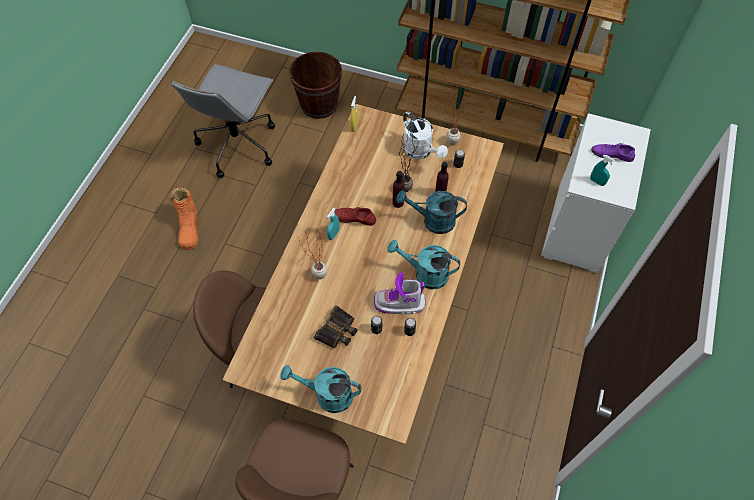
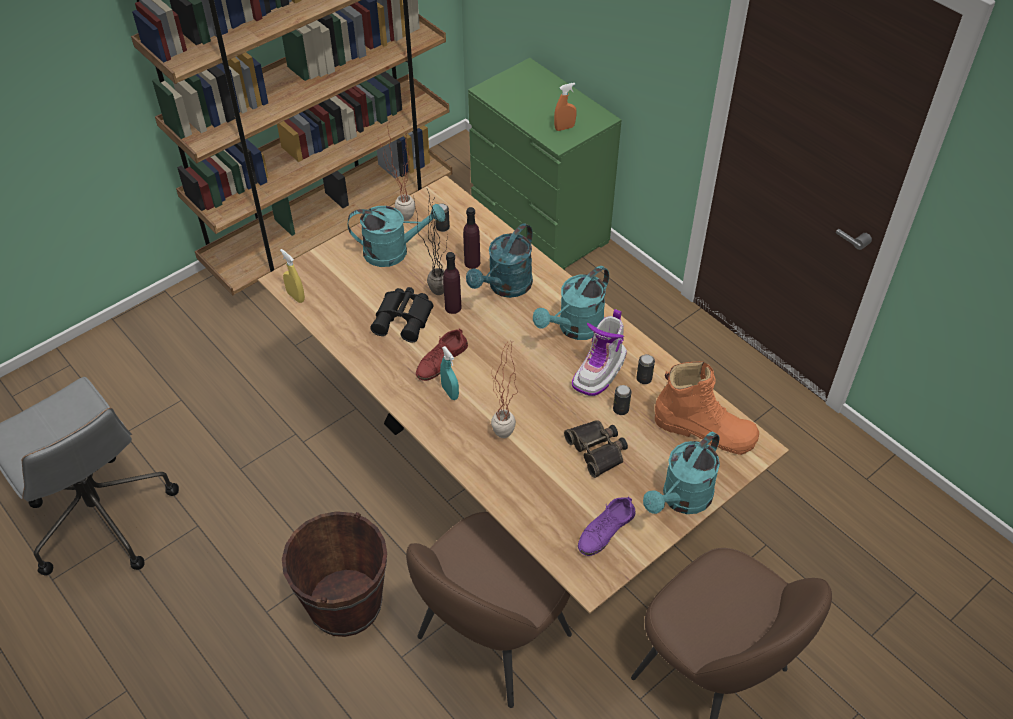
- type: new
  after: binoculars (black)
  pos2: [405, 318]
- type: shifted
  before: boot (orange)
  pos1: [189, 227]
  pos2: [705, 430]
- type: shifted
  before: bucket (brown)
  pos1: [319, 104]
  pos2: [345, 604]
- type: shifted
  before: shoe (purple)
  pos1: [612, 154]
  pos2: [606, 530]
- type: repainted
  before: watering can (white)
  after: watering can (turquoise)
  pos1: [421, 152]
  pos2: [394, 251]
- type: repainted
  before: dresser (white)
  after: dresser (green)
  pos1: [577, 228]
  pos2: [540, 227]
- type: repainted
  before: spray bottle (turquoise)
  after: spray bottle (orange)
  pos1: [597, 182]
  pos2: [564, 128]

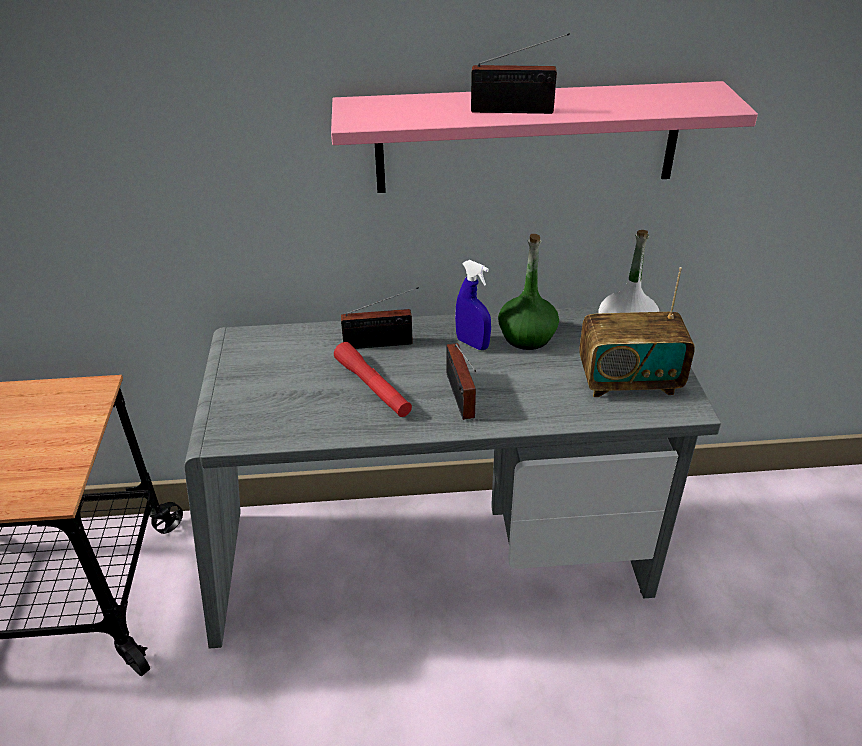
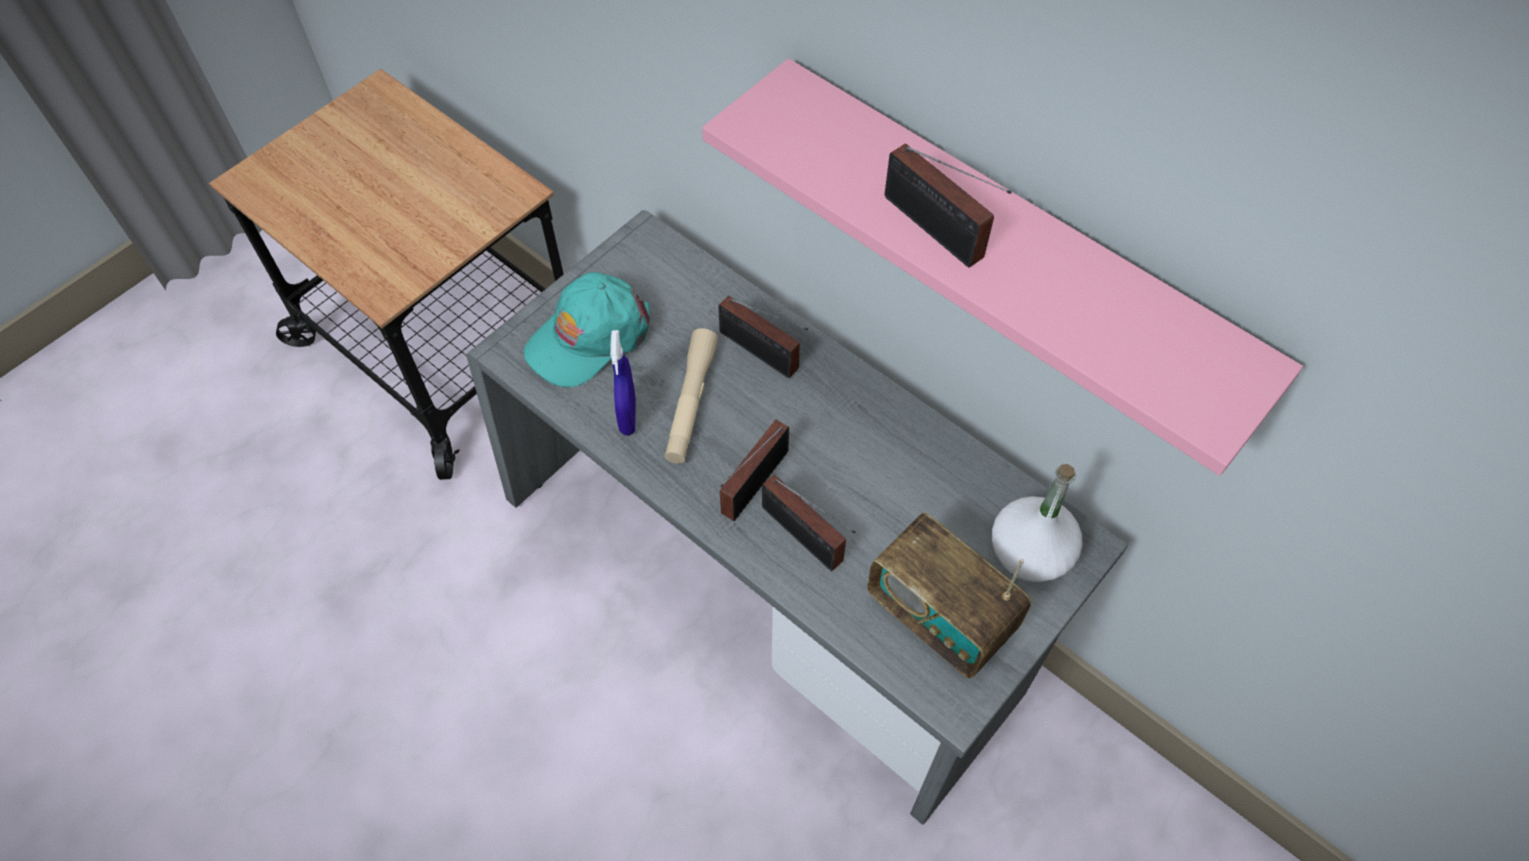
- type: gone
  before: bottle (green)
  pos1: [527, 337]
- type: new
  after: cap (turquoise)
  pos2: [588, 337]
- type: new
  after: radio
  pos2: [805, 539]
- type: shifted
  before: spray bottle (blue)
  pos1: [472, 344]
  pos2: [628, 416]
- type: repainted
  before: flashlight (red)
  after: flashlight (beige)
  pos1: [372, 387]
  pos2: [691, 402]

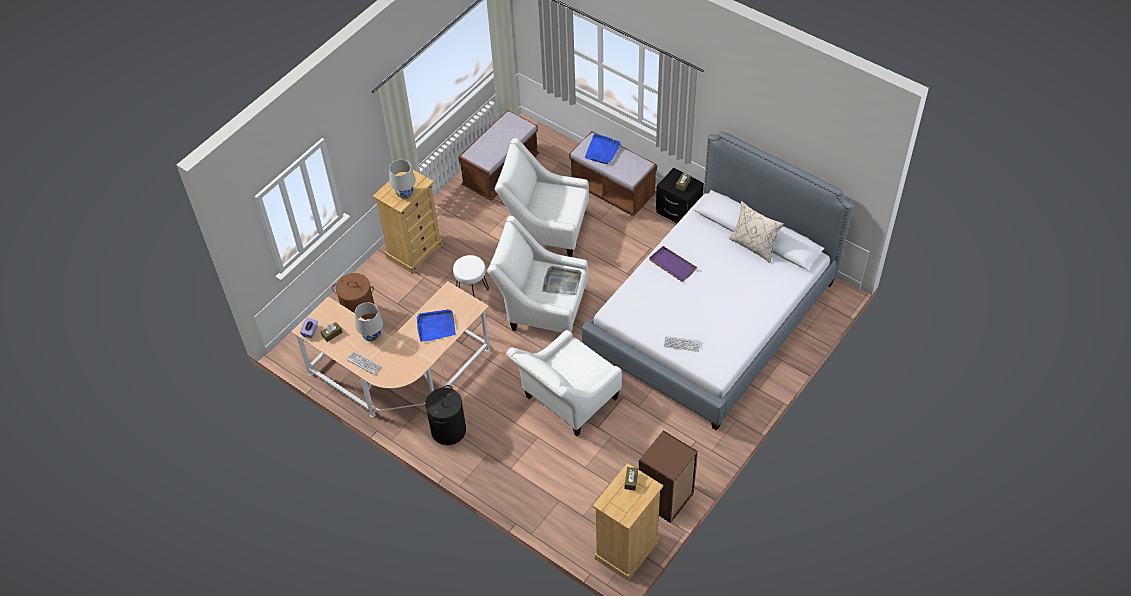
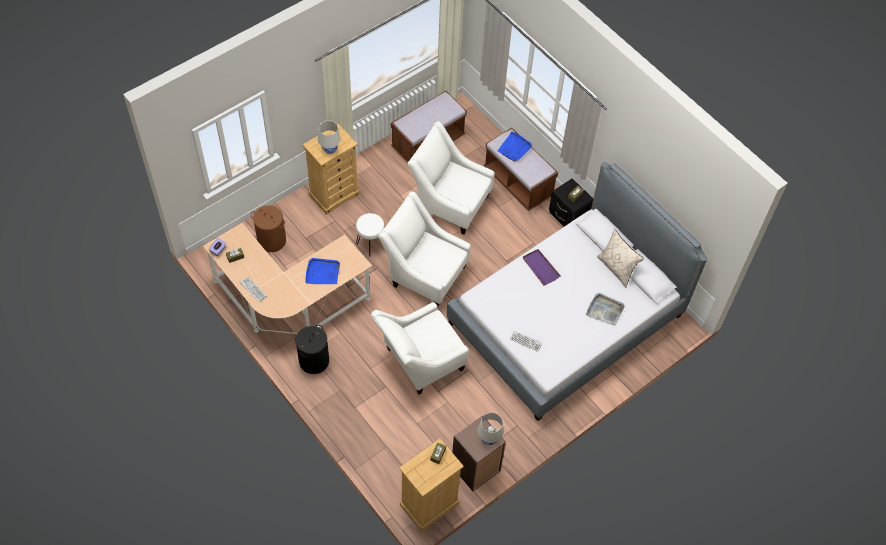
- type: shifted
  before: table lamp (white)
  pos1: [372, 335]
  pos2: [489, 438]
- type: shifted
  before: tray (grey)
  pos1: [561, 282]
  pos2: [604, 310]

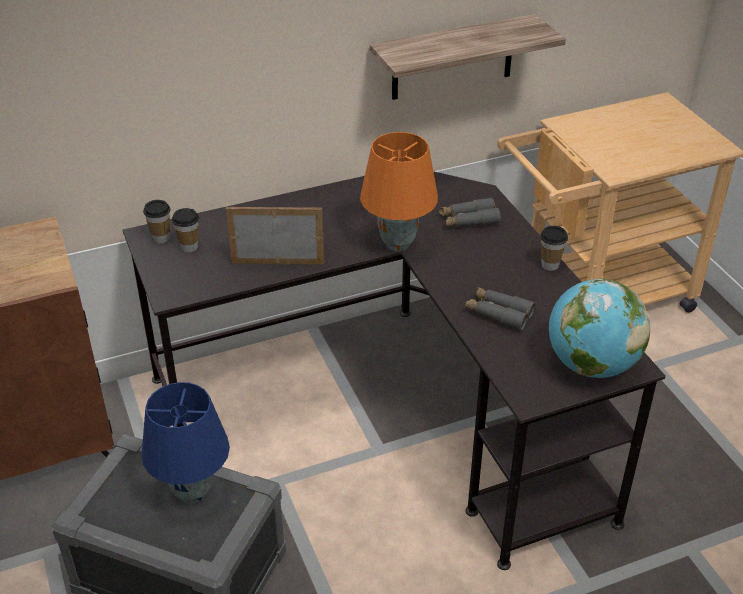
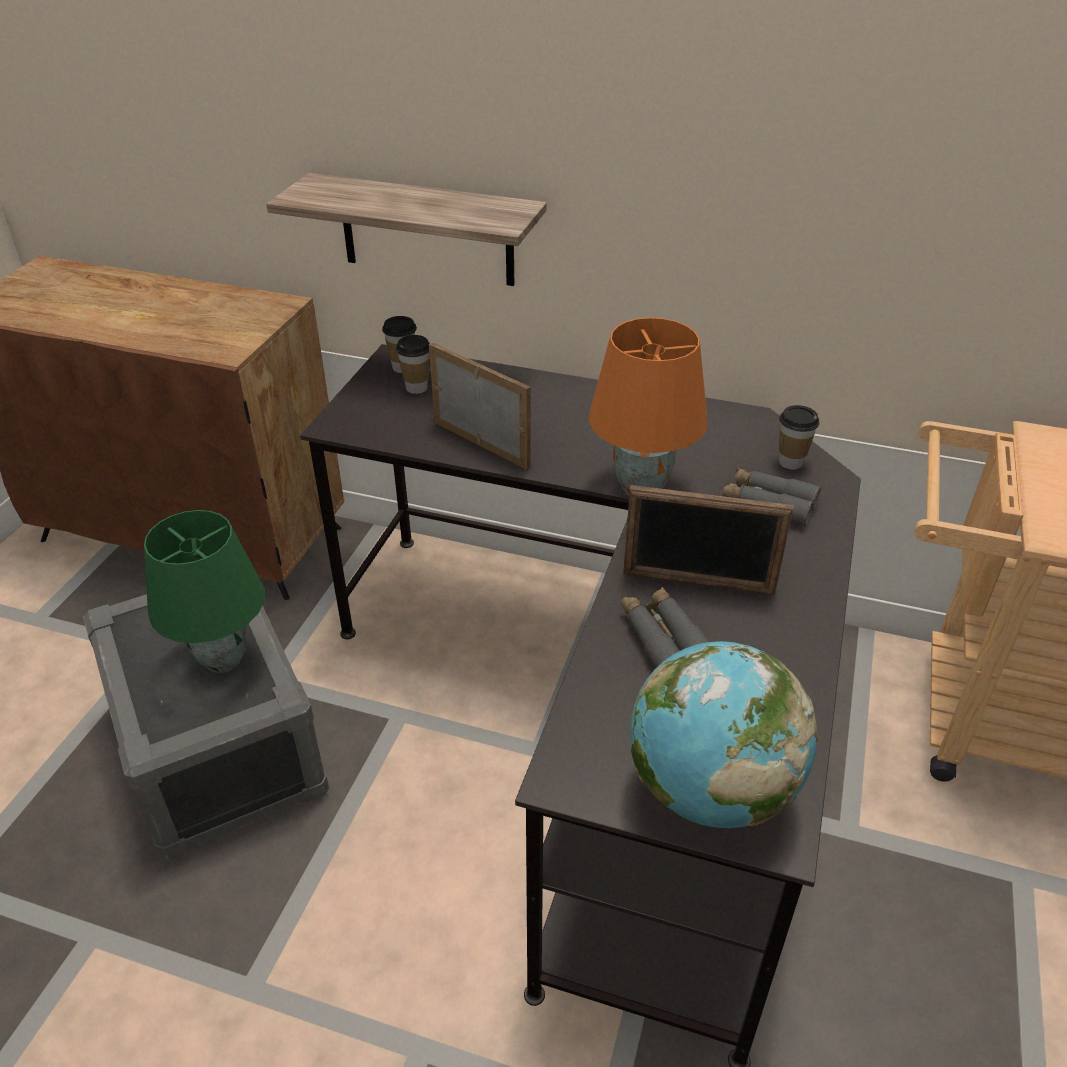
- type: new
  after: picture frame
  pos2: [698, 583]
- type: shifted
  before: shelf
  pos1: [452, 58]
  pos2: [427, 230]
- type: shifted
  before: cup
  pos1: [550, 265]
  pos2: [790, 462]
- type: repainted
  before: table lamp (blue)
  after: table lamp (green)
  pos1: [193, 493]
  pos2: [224, 661]

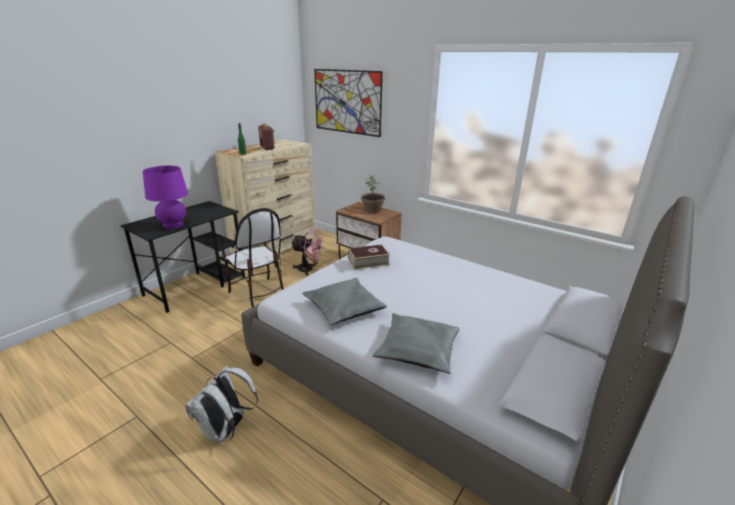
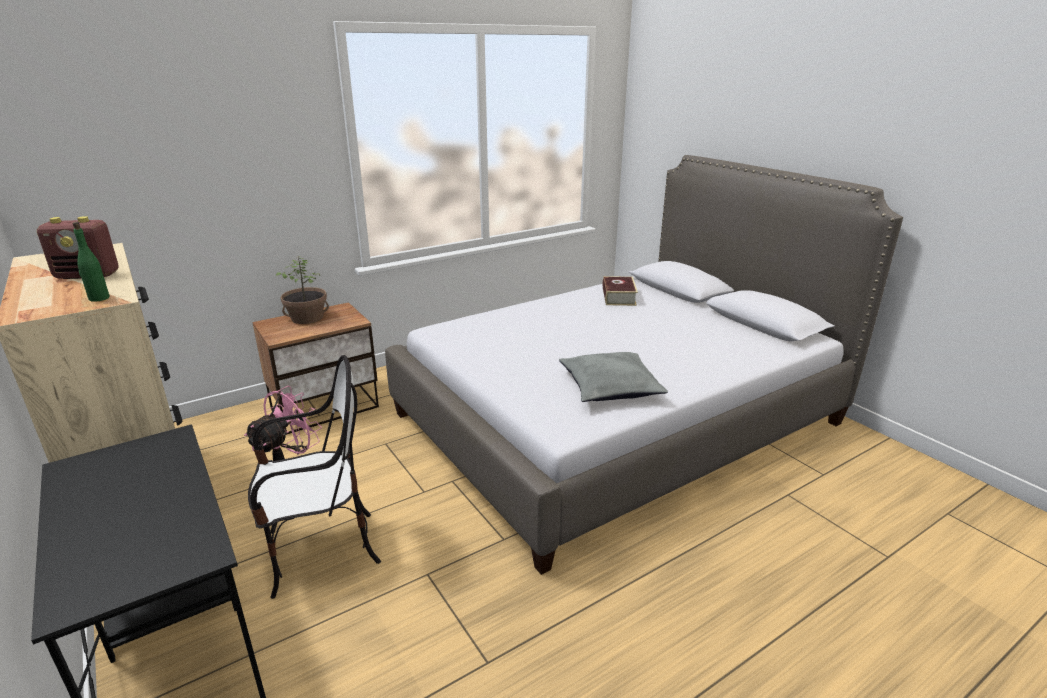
- type: gone
  before: table lamp (purple)
  pos1: [173, 225]
- type: gone
  before: backpack (white)
  pos1: [226, 430]
- type: gone
  before: picture
  pos1: [347, 102]
- type: gone
  before: pillow (grey)
  pos1: [417, 350]
- type: shifted
  before: book
  pos1: [368, 261]
  pos2: [618, 297]

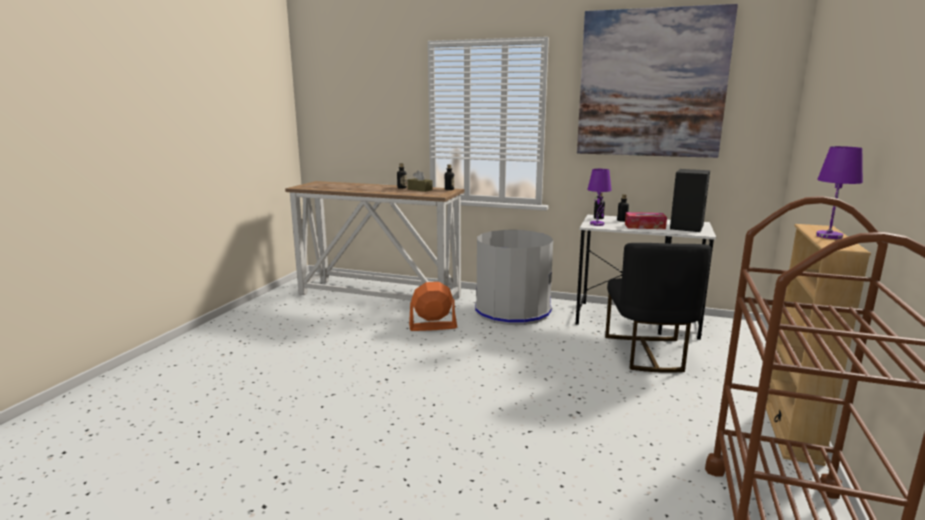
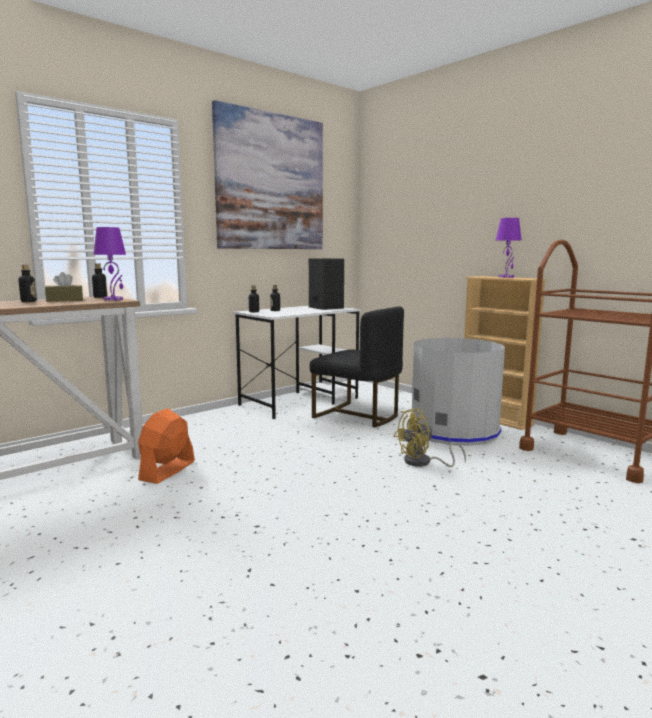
- type: gone
  before: tissue box
  pos1: [644, 226]
- type: new
  after: fan (yellow)
  pos2: [423, 462]
- type: shifted
  before: trash can (grey)
  pos1: [512, 310]
  pos2: [453, 430]
- type: shifted
  before: table lamp (purple)
  pos1: [597, 224]
  pos2: [114, 299]

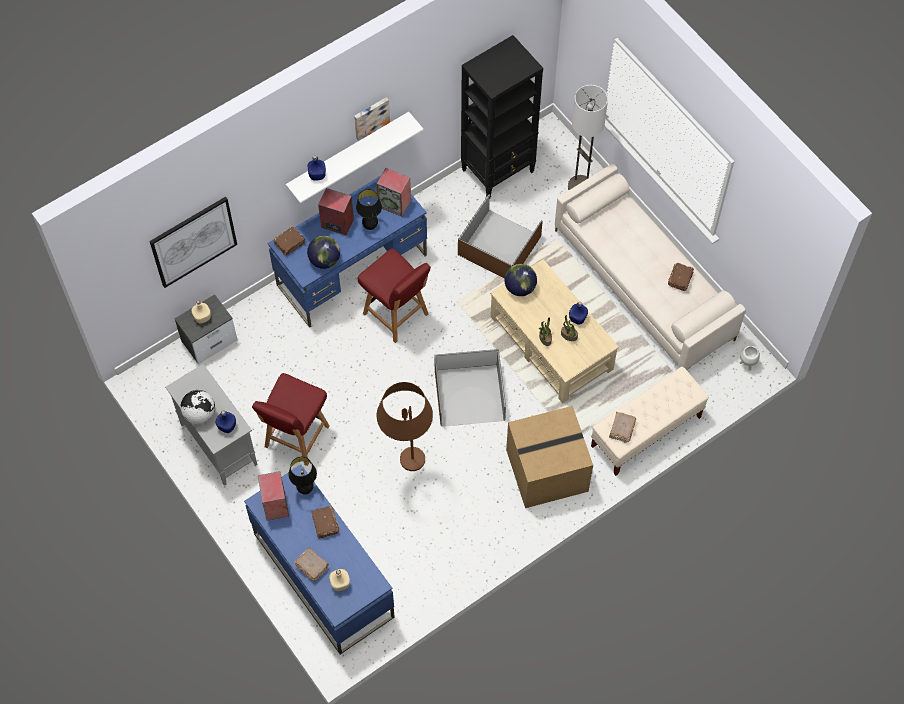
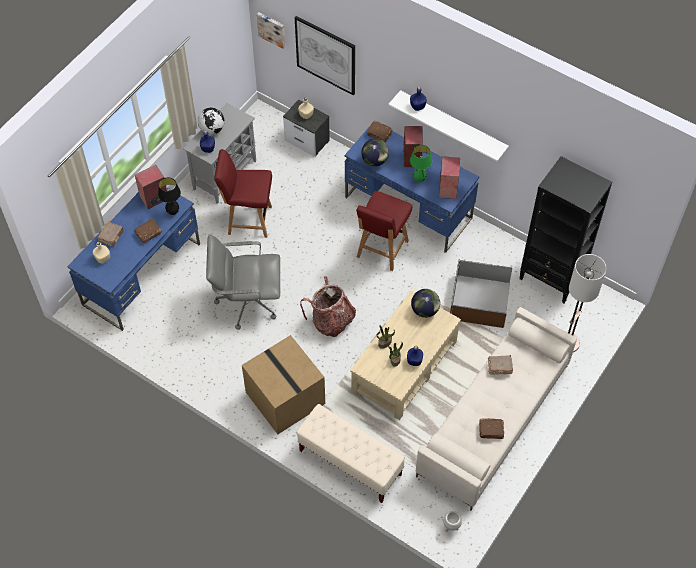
- type: shifted
  before: picture
  pos1: [371, 117]
  pos2: [272, 29]
- type: shifted
  before: book (brown)
  pos1: [621, 430]
  pos2: [499, 367]
- type: swapped
  before: floor lamp (brown)
  after: office chair (grey)
  pos1: [408, 472]
  pos2: [247, 301]
- type: swapped
  before: storage box (brown)
  after: backpack
  pos1: [468, 395]
  pos2: [331, 321]
- type: repainted
  before: table lamp (black)
  after: table lamp (green)
  pos1: [370, 226]
  pos2: [419, 180]

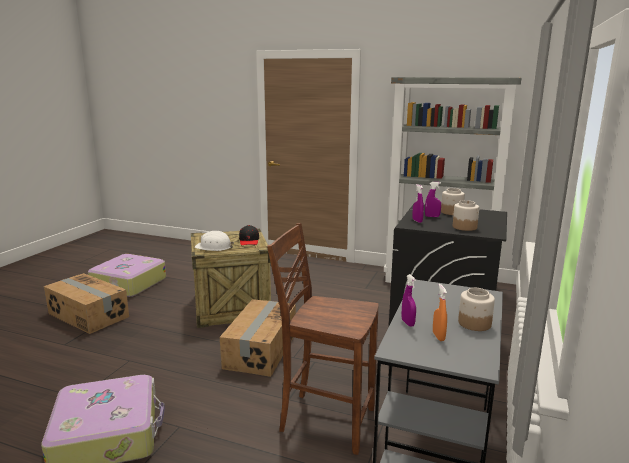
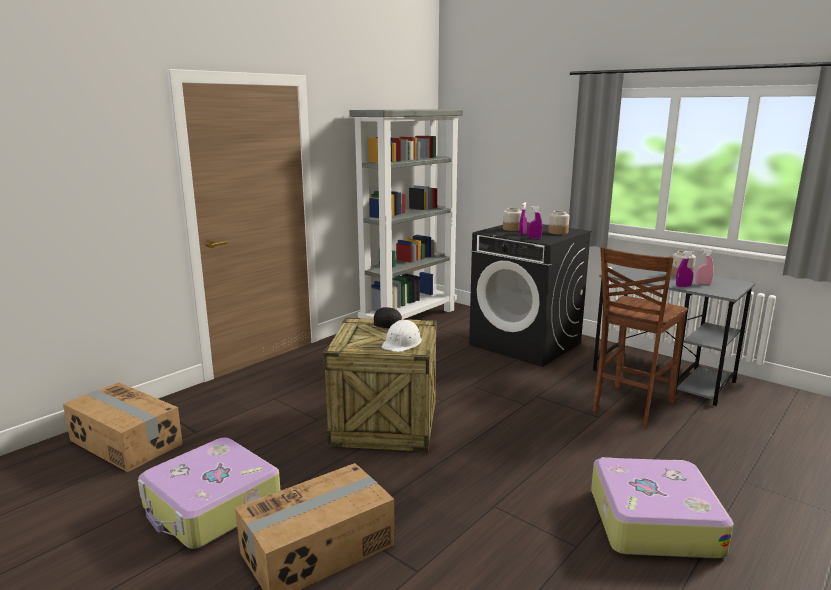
- type: shifted
  before: cardboard box
  pos1: [260, 350]
  pos2: [125, 443]
- type: repainted
  before: spray bottle (orange)
  after: spray bottle (pink)
  pos1: [438, 336]
  pos2: [703, 283]

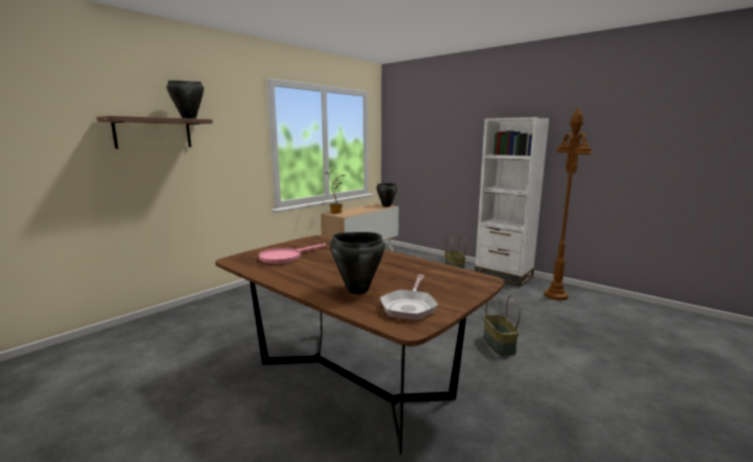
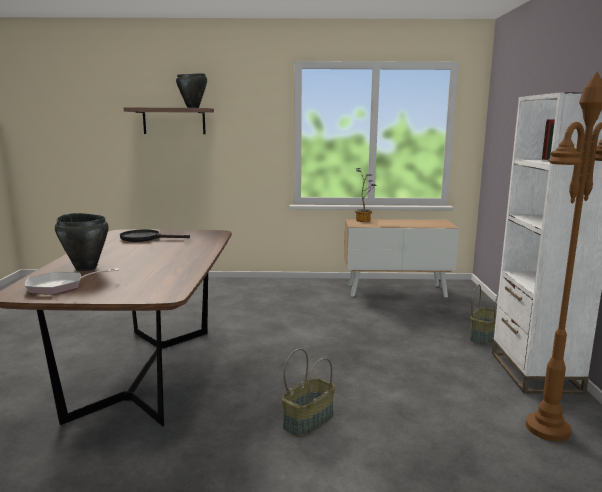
- type: gone
  before: cooking pot (black)
  pos1: [386, 206]
- type: repainted
  before: frying pan (pink)
  after: frying pan (black)
  pos1: [285, 257]
  pos2: [146, 238]

